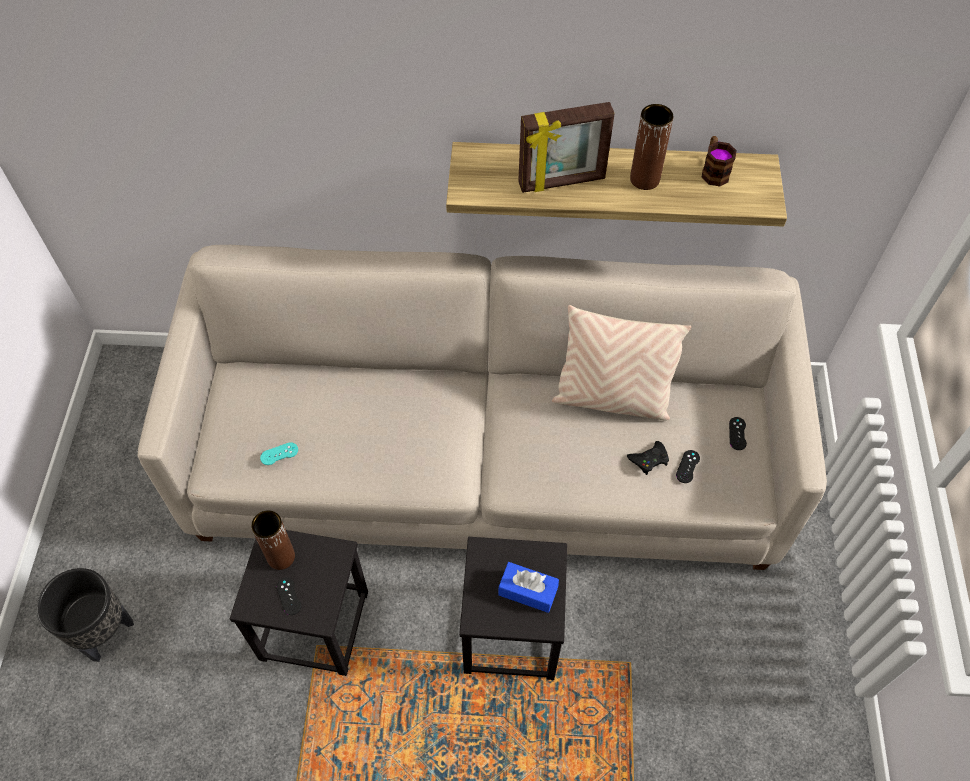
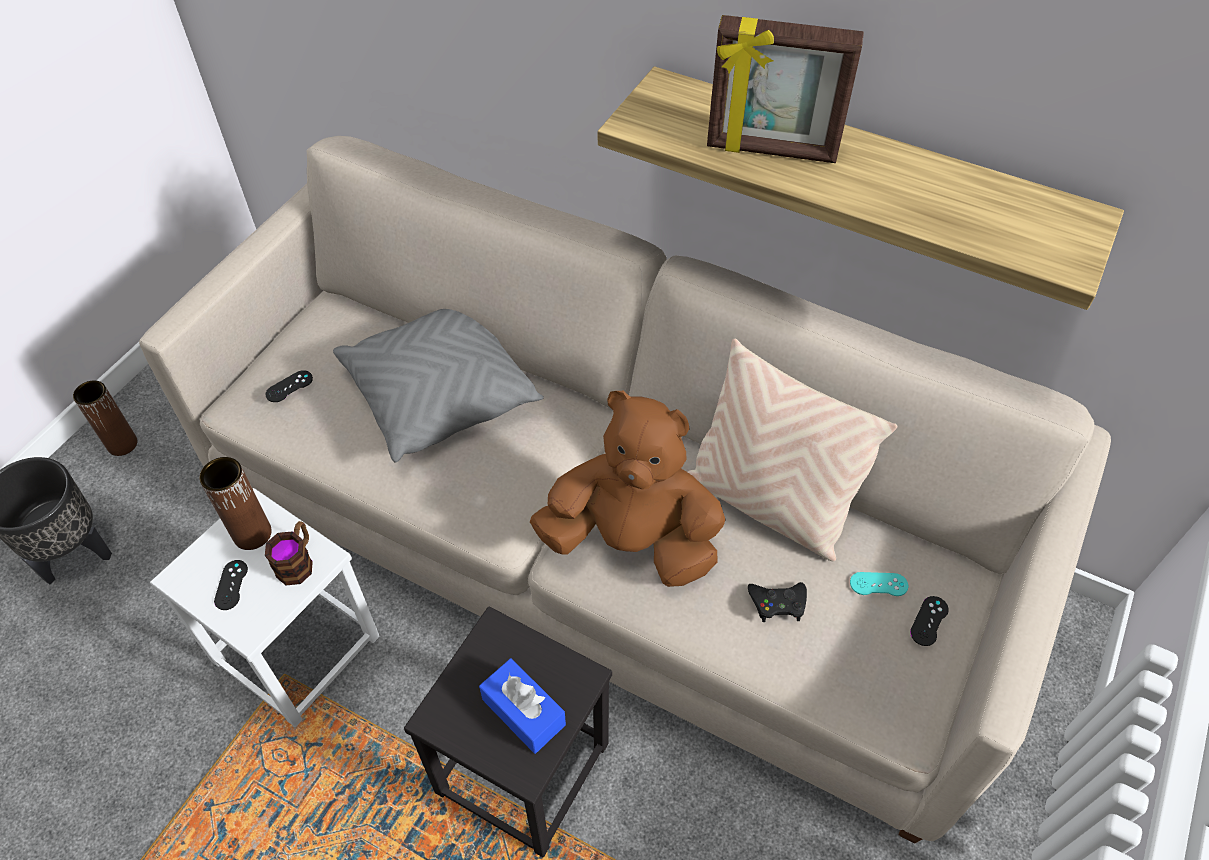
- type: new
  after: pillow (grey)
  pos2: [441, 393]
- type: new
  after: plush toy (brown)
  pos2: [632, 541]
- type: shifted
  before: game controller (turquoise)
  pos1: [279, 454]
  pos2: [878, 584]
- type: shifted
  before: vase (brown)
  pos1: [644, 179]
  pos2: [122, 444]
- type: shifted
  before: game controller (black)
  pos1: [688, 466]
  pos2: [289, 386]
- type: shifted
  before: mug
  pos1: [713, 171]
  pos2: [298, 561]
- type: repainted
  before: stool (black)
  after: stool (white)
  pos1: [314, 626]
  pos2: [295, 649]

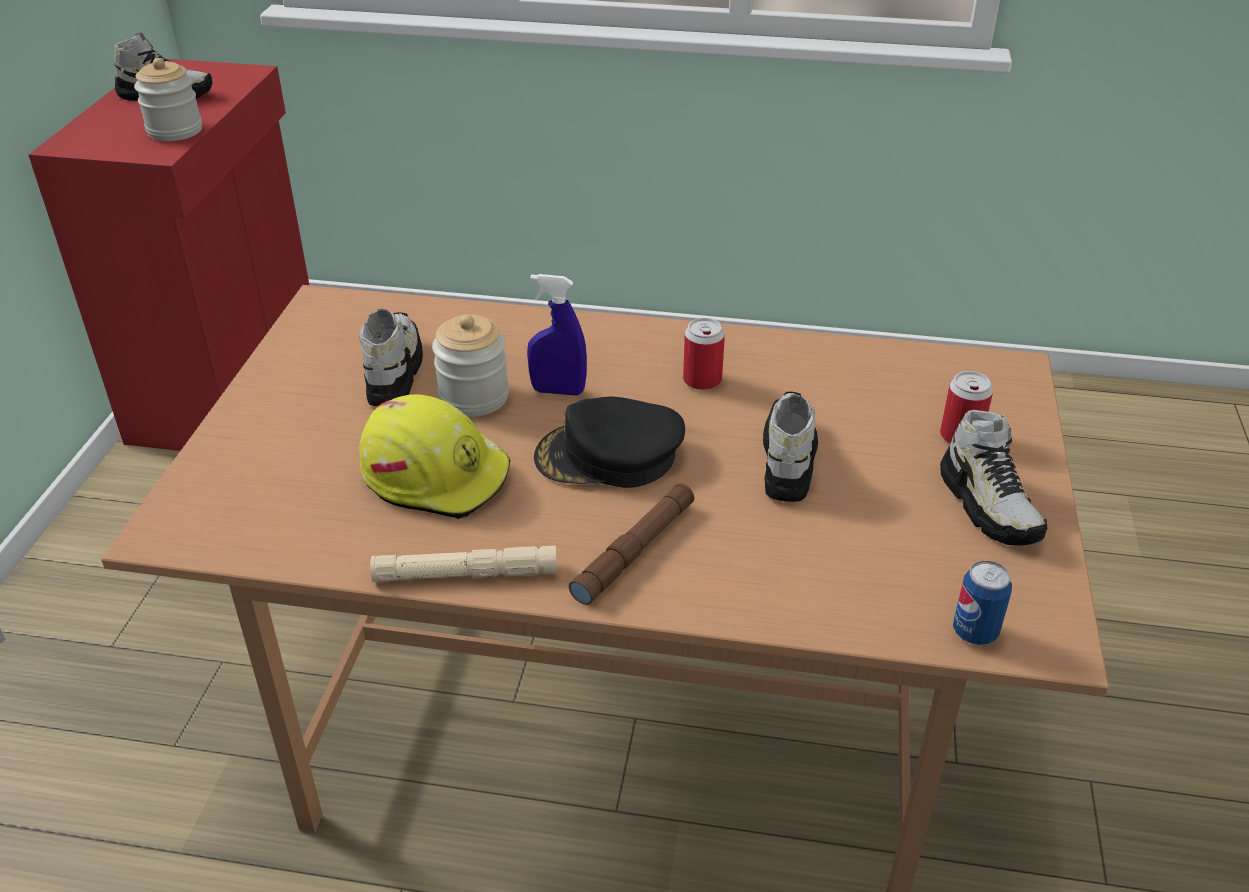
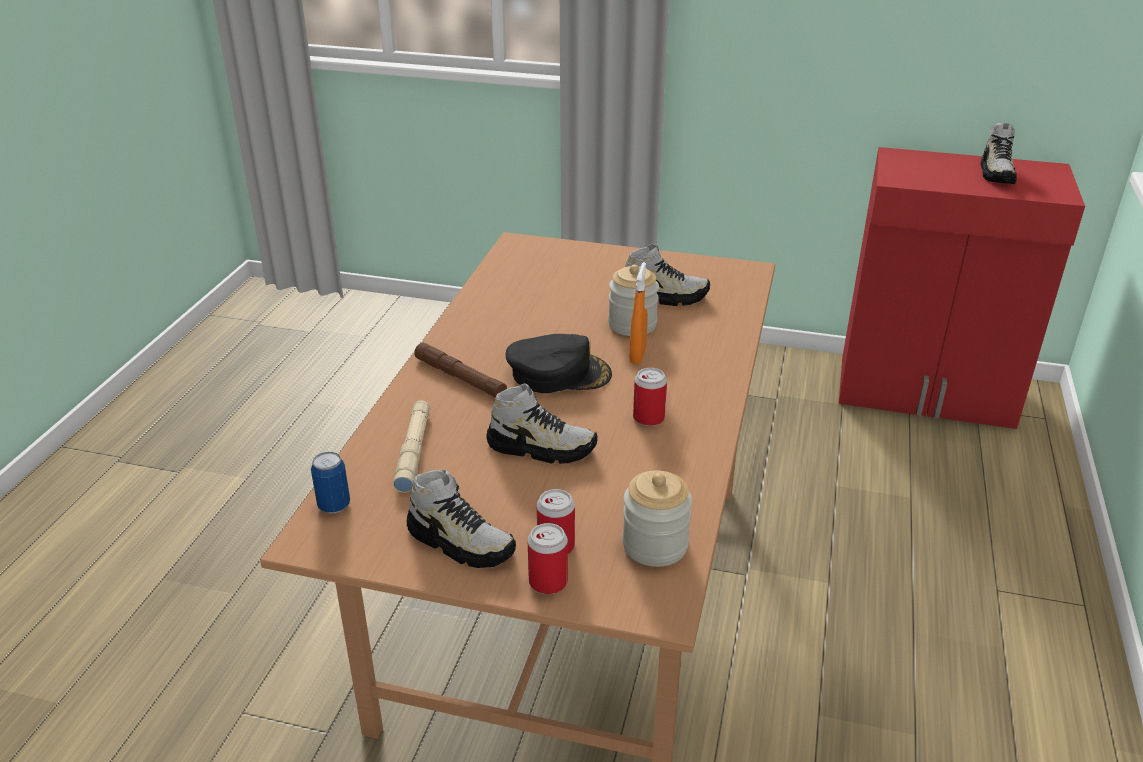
- type: gone
  before: hard hat (yellow)
  pos1: [436, 474]
- type: new
  after: can
  pos2: [548, 582]
- type: shifted
  before: jar
  pos1: [175, 131]
  pos2: [655, 545]
- type: shifted
  before: flashlight (beige)
  pos1: [465, 574]
  pos2: [413, 452]
- type: repainted
  before: spray bottle (blue)
  after: spray bottle (orange)
  pos1: [558, 391]
  pos2: [637, 356]
- type: rotated
  before: cap (black)
  pos1: [609, 456]
  pos2: [558, 373]
  turn: 90
- type: rotated
  before: shoe
  pos1: [989, 506]
  pos2: [461, 543]
  turn: -135

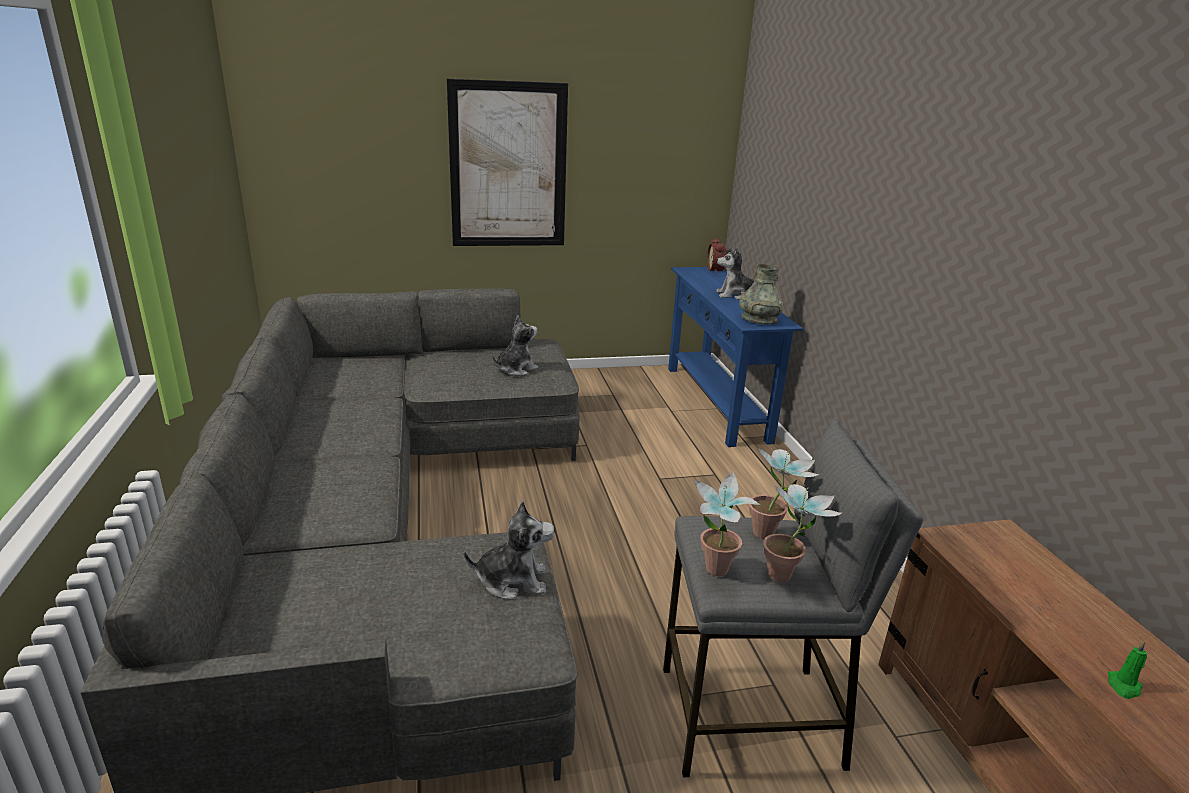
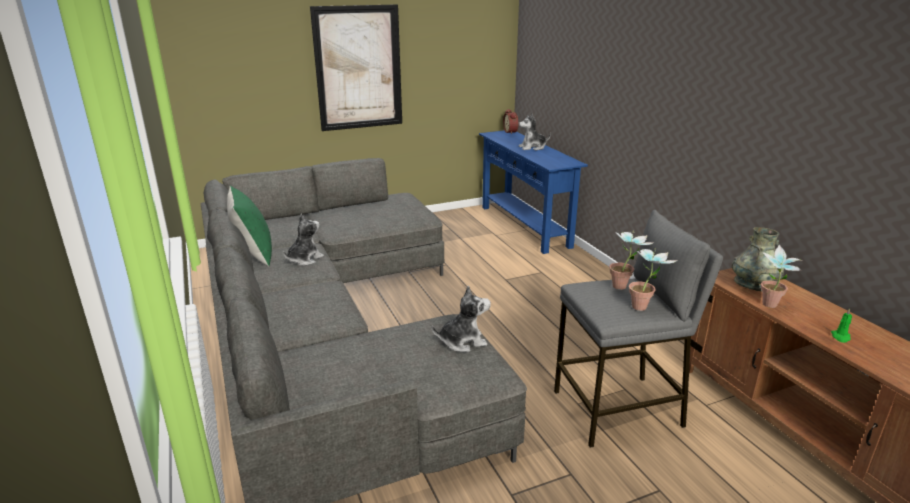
- type: new
  after: pillow (green)
  pos2: [253, 254]
- type: shifted
  before: plush toy
  pos1: [515, 369]
  pos2: [304, 259]
- type: shifted
  before: potted plant
  pos1: [714, 574]
  pos2: [770, 307]
- type: shifted
  before: vase (grey)
  pos1: [758, 320]
  pos2: [754, 284]

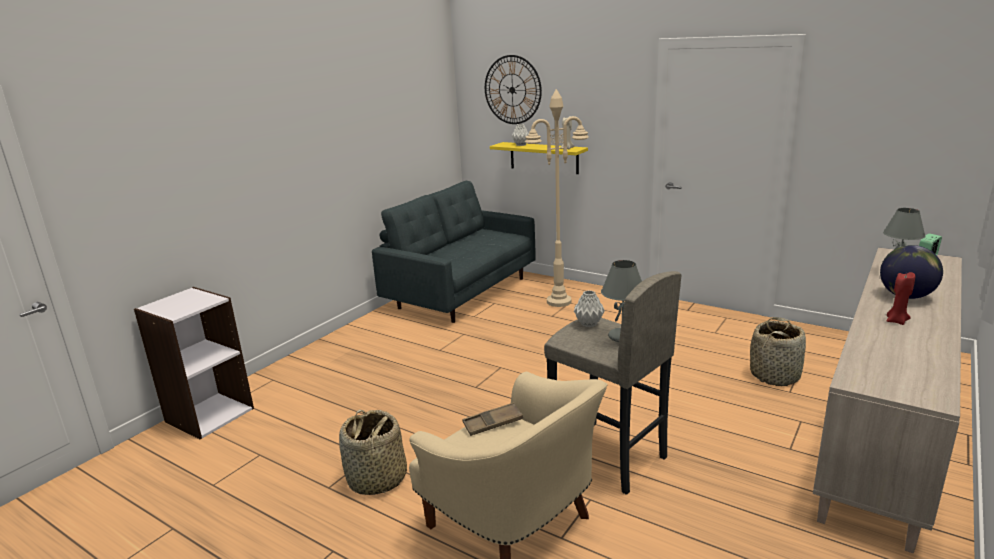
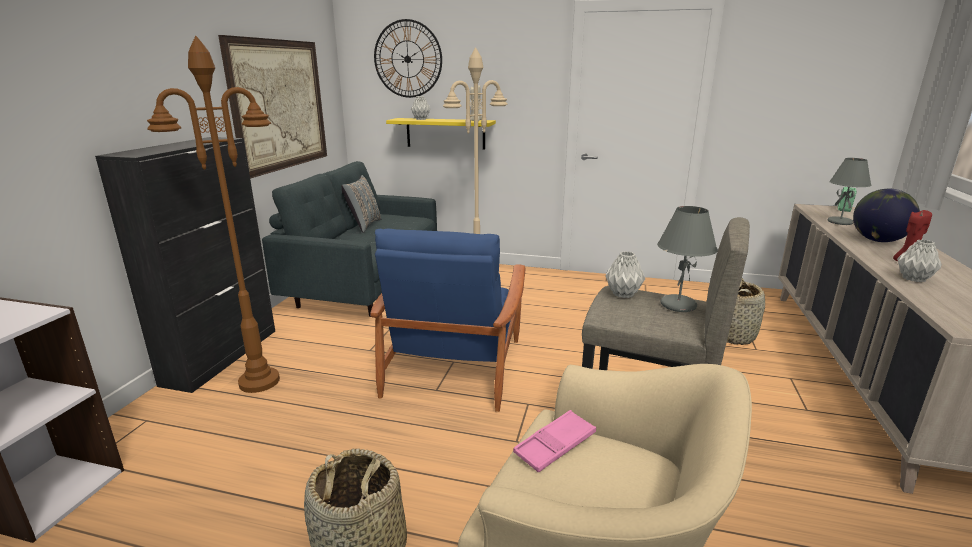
- type: new
  after: cabinet (black)
  pos2: [222, 356]
- type: new
  after: floor lamp (brown)
  pos2: [259, 382]
- type: new
  after: picture
  pos2: [280, 105]
- type: new
  after: pillow (grey)
  pos2: [363, 225]
- type: new
  after: armchair (blue)
  pos2: [455, 366]
- type: new
  after: vase (grey)
  pos2: [913, 279]
- type: repainted
  before: tray (brown)
  after: tray (pink)
  pos1: [493, 423]
  pos2: [555, 445]

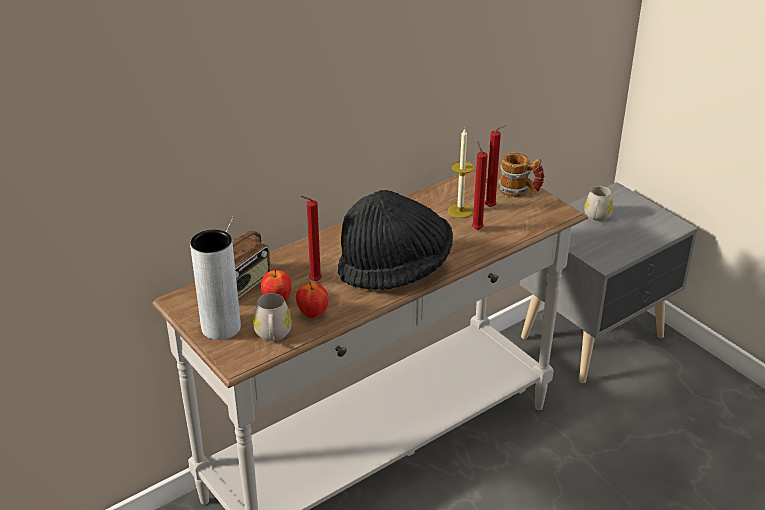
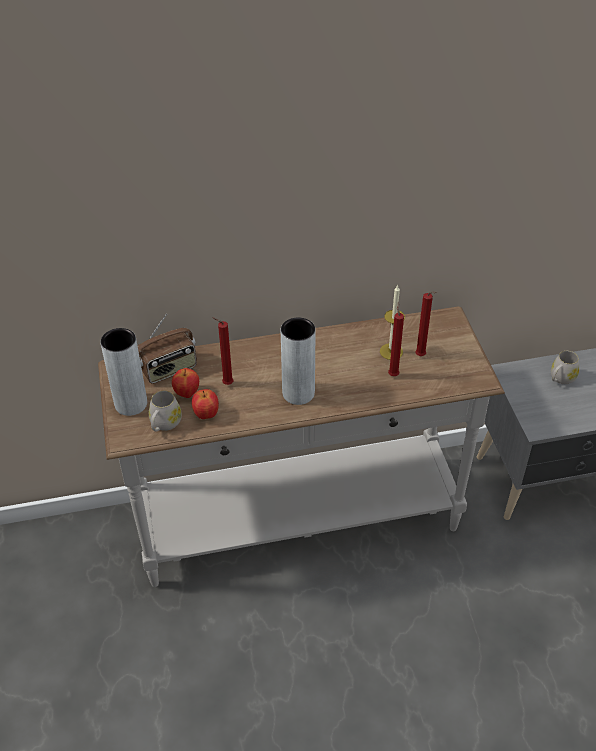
- type: gone
  before: mug
  pos1: [519, 191]
- type: swapped
  before: hat (black)
  after: vase (grey)
  pos1: [395, 269]
  pos2: [298, 393]

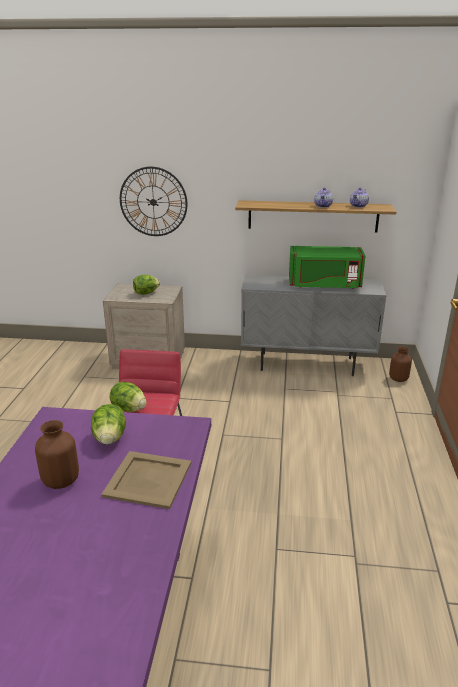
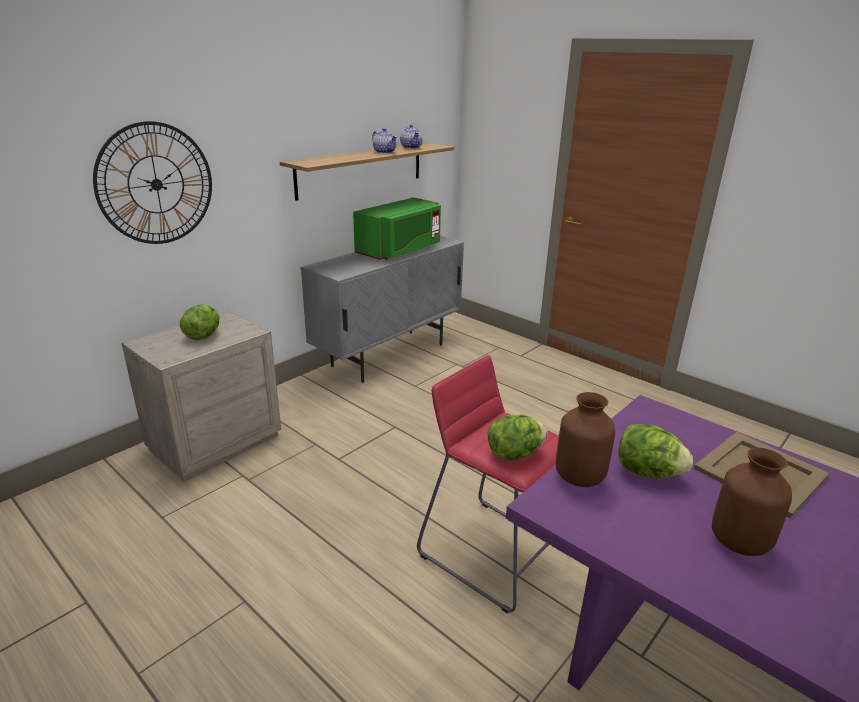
- type: shifted
  before: vase (brown)
  pos1: [398, 379]
  pos2: [580, 477]

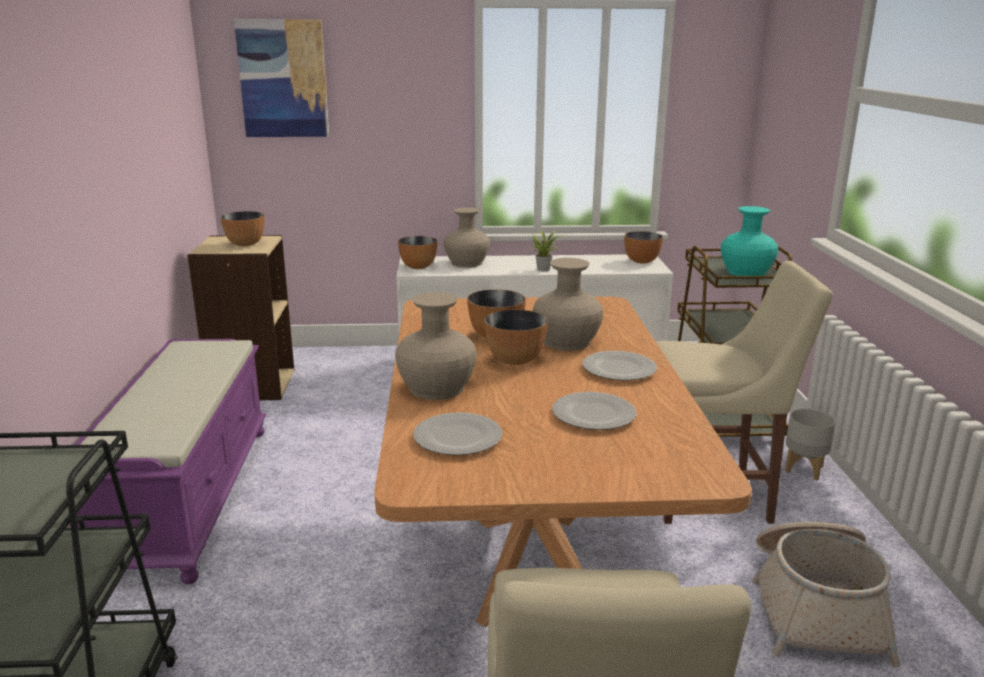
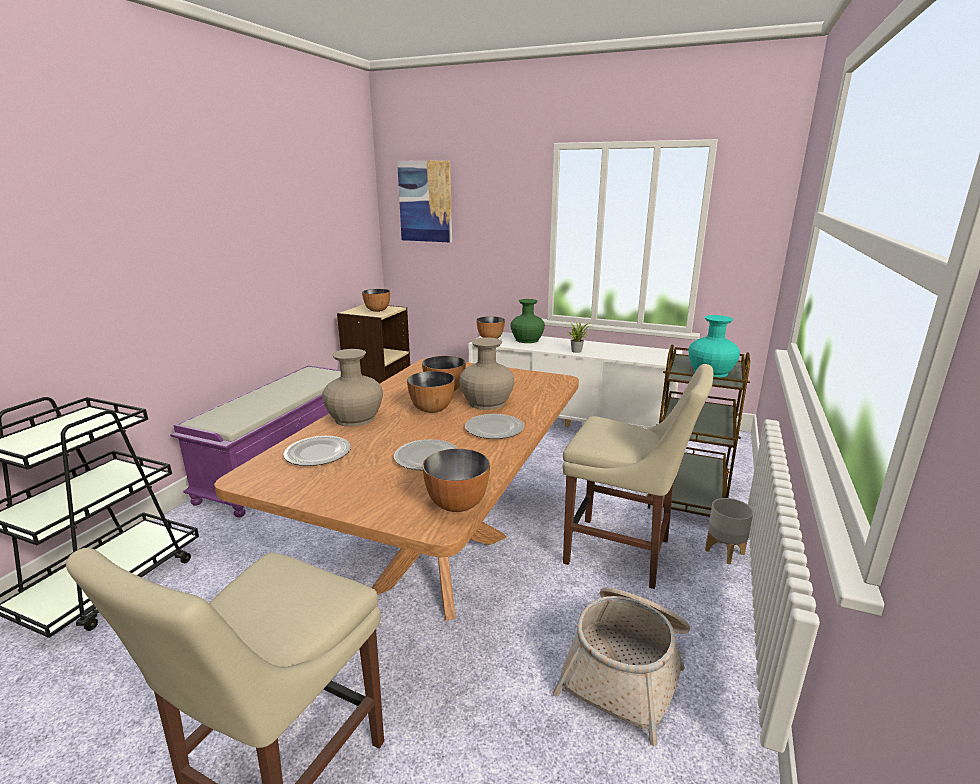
- type: shifted
  before: bowl
  pos1: [641, 261]
  pos2: [457, 504]
- type: repainted
  before: vase (beige)
  after: vase (green)
  pos1: [466, 263]
  pos2: [527, 340]

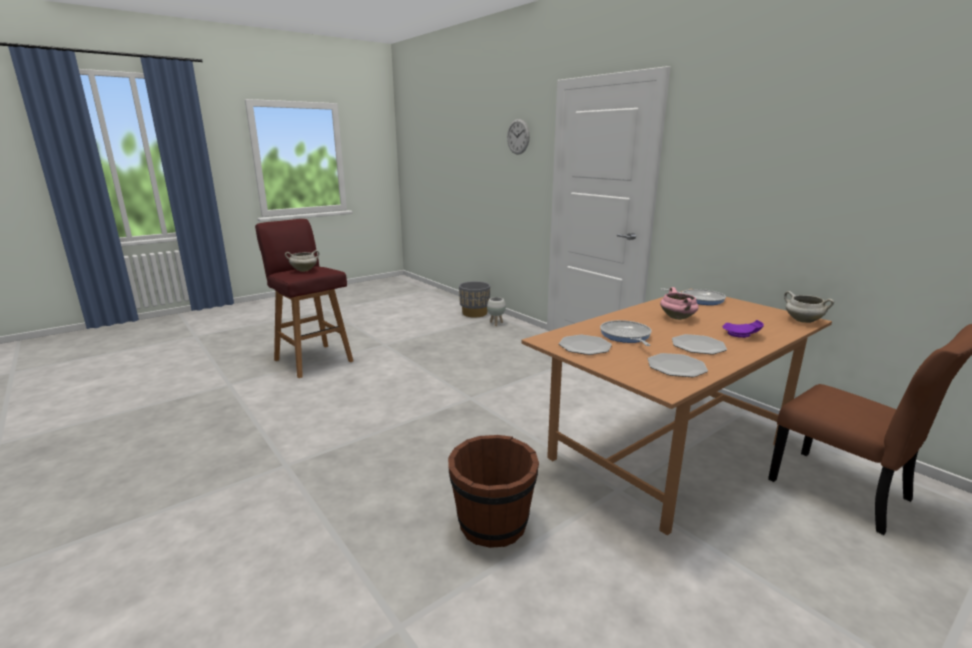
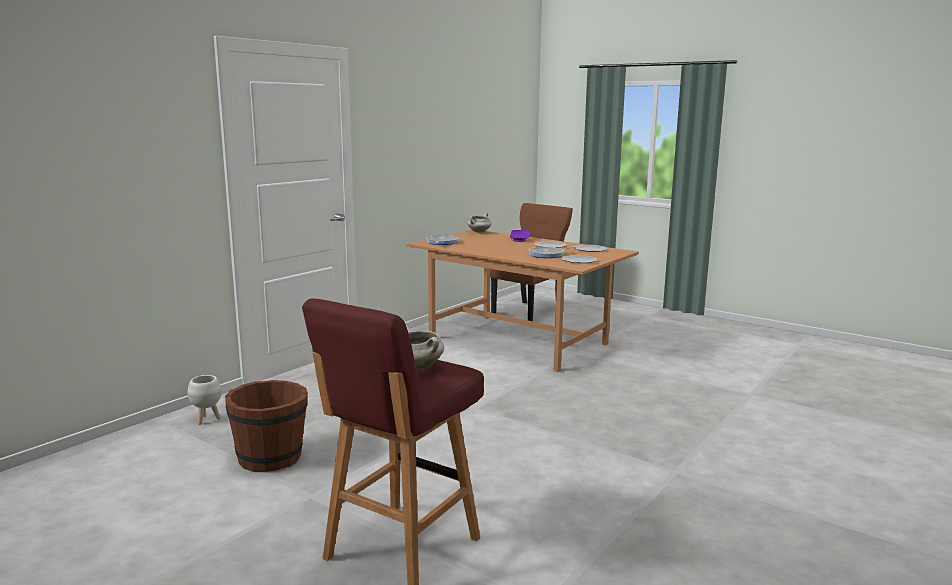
- type: gone
  before: planter (grey)
  pos1: [474, 313]
- type: gone
  before: wall clock
  pos1: [518, 136]
- type: gone
  before: cooking pot (pink)
  pos1: [678, 318]
- type: shifted
  before: bucket (brown)
  pos1: [492, 524]
  pos2: [271, 458]

